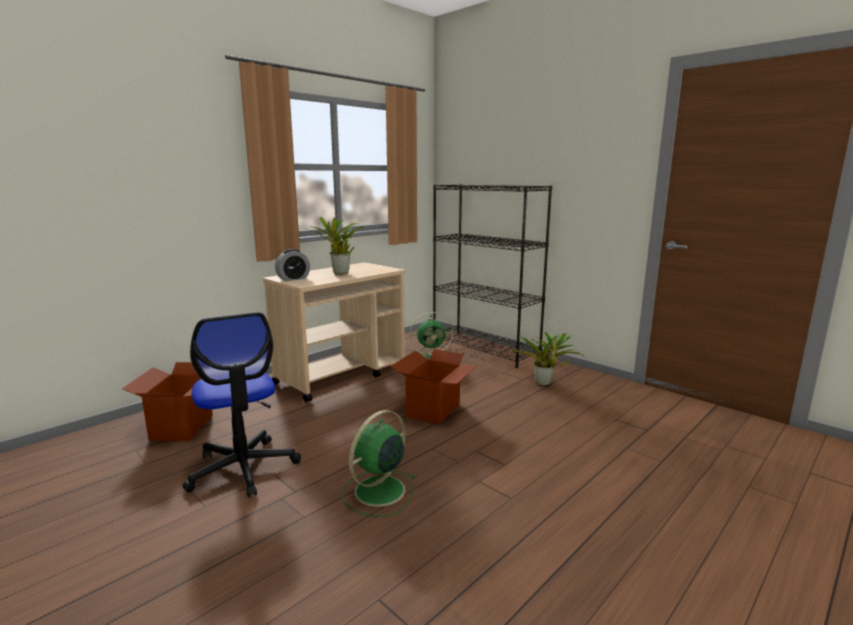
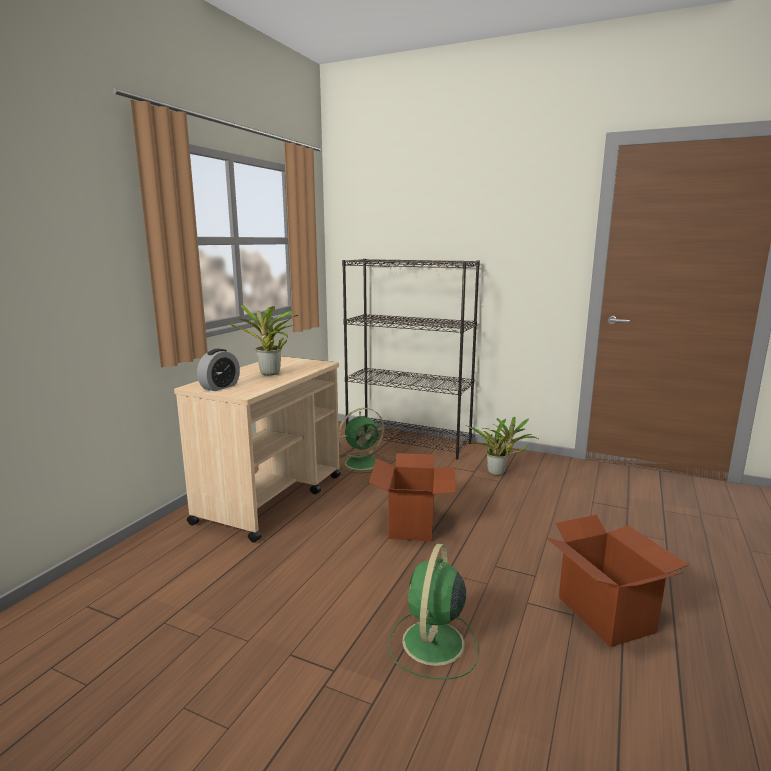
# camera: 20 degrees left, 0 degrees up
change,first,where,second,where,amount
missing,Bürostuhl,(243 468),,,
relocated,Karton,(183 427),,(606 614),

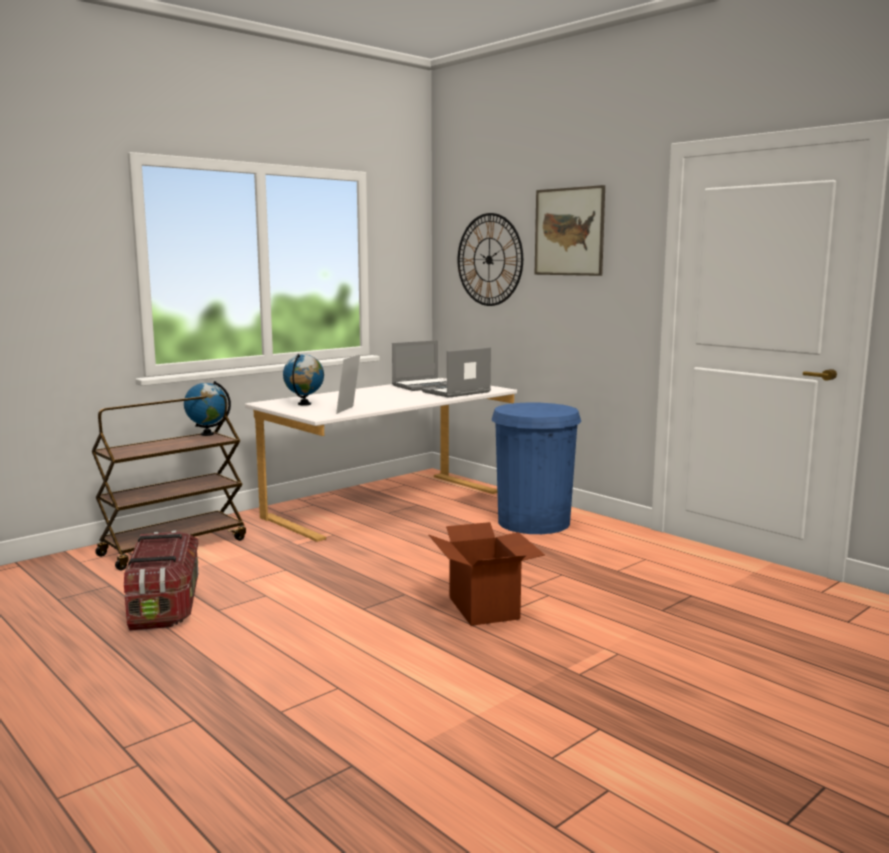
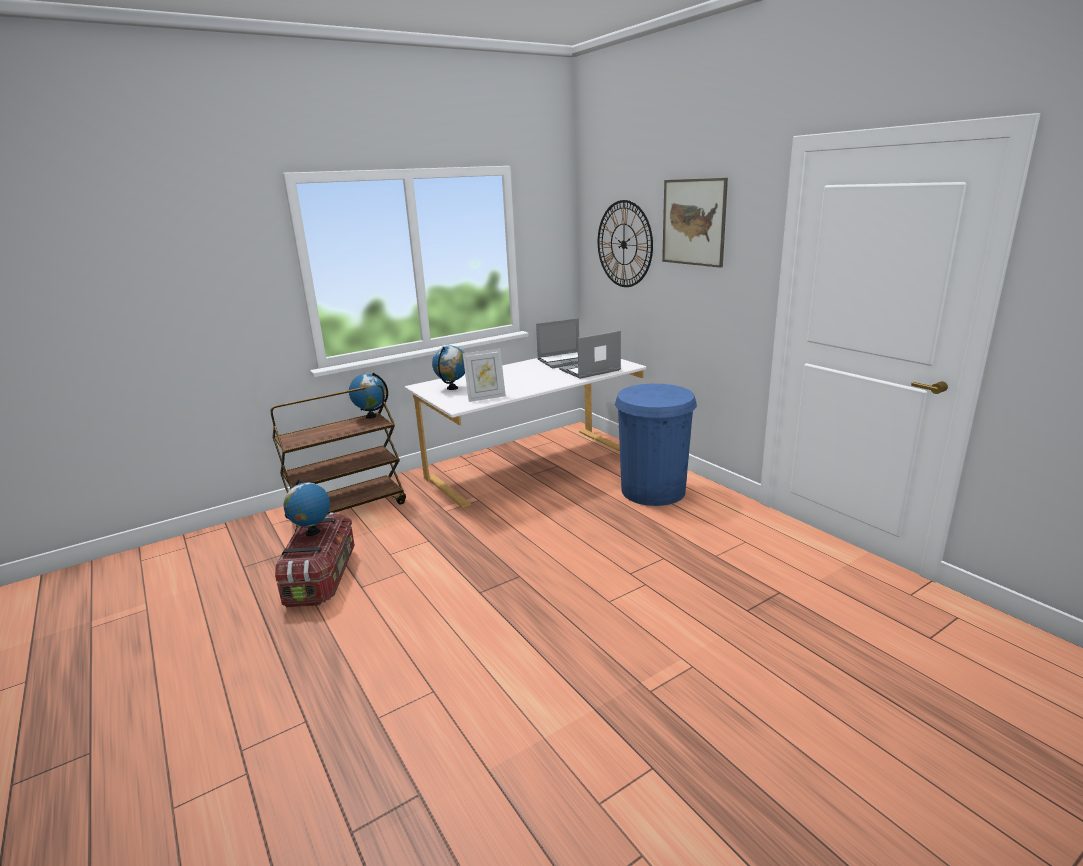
# camera: 10 degrees right, 10 degrees up
change,first,where,second,where,amount
missing,Karton,(484 608),,,
appeared,,,Globus,(312 532),
spun,Bilderrahmen,(349 410),,(486 397),135 degrees counterclockwise

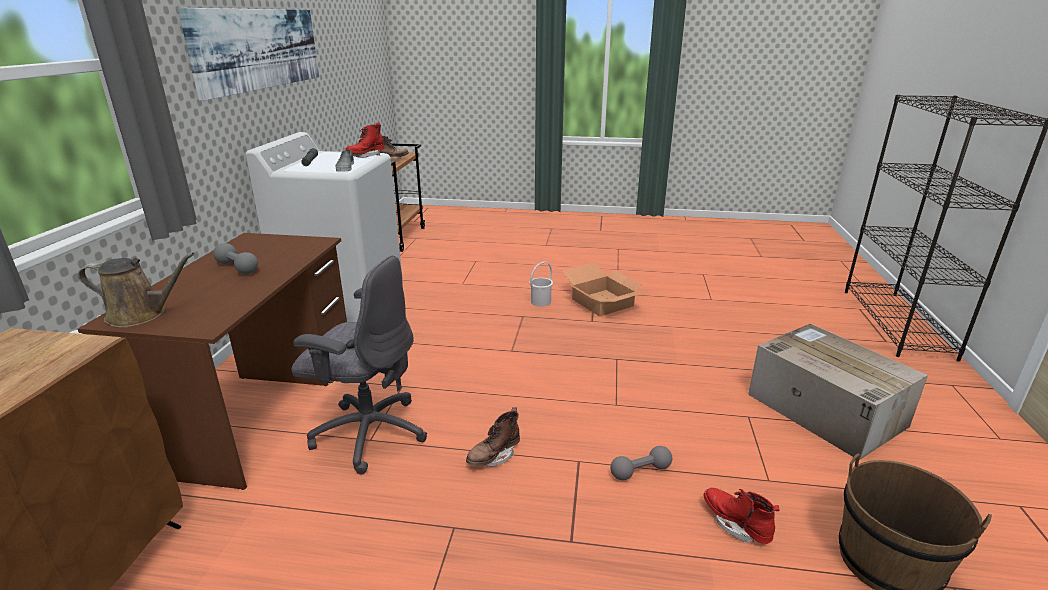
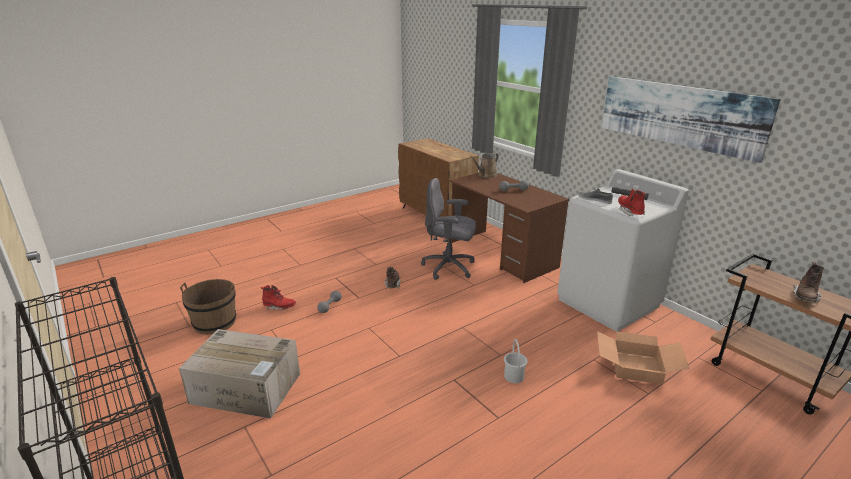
# camera: 135 degrees right, 0 degrees up
change,first,where,second,where,amount
relocated,Karton,(603 302),,(636 368),
spun,Bürostuhl/grau,(369 432),,(449 268),45 degrees clockwise

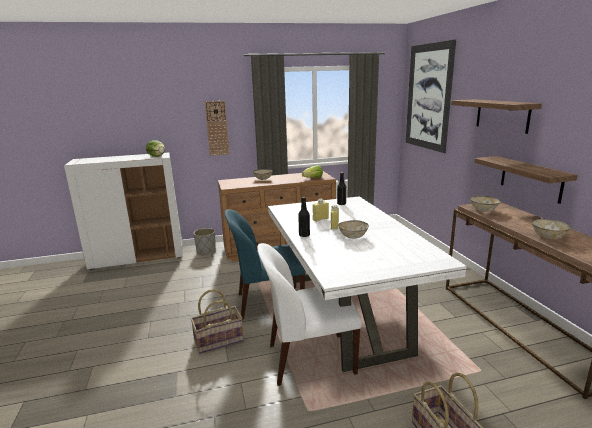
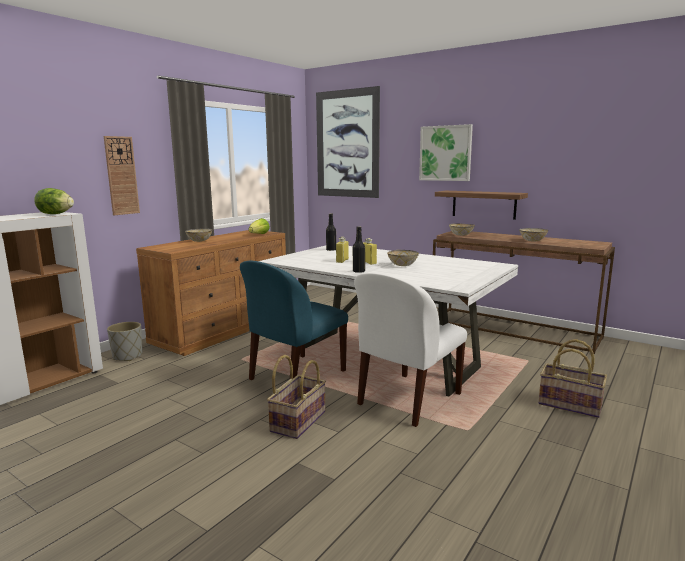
# camera: 40 degrees left, 5 degrees down
change,first,where,second,where,amount
exchanged,Wandregal,(502 115),Bild,(445 153),

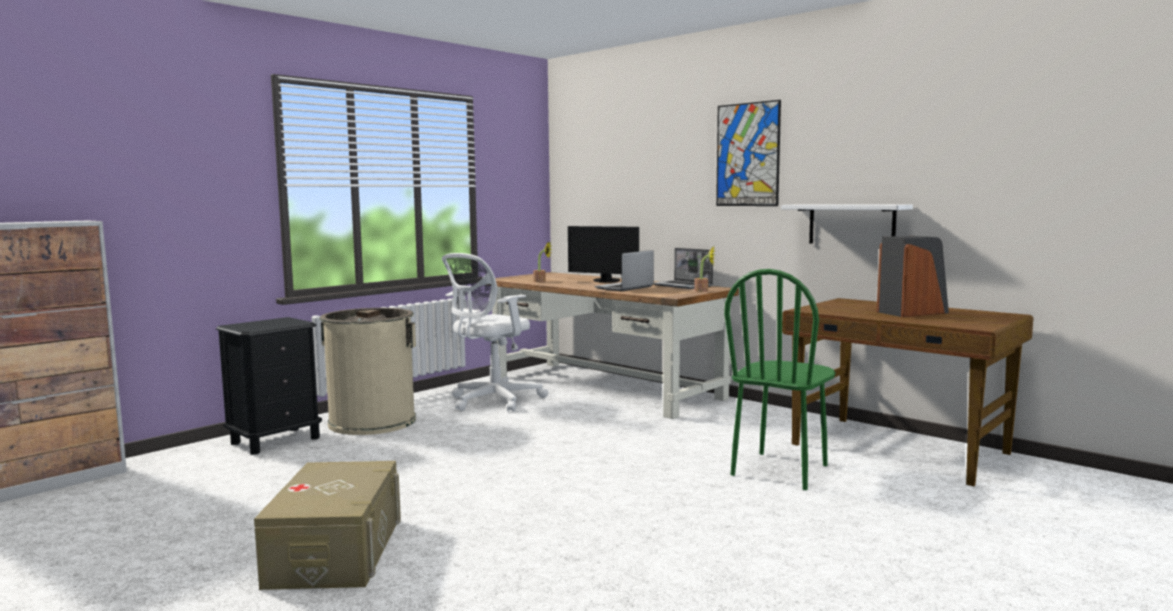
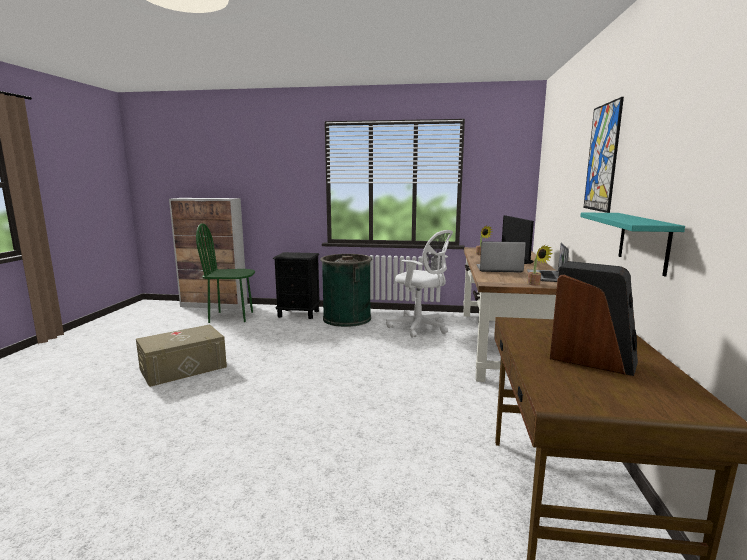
# camera: 55 degrees right, 5 degrees up
change,first,where,second,where,amount
relocated,Stuhl/grün,(780 470),,(231 317),
colour,Mülleimer/beige,(372 422),Mülleimer/grün,(347 318),
colour,Wandregal/weiß,(851 224),Wandregal/türkis,(643 242),
spun,Bürostuhl/weiß,(492 401),,(420 327),150 degrees counterclockwise

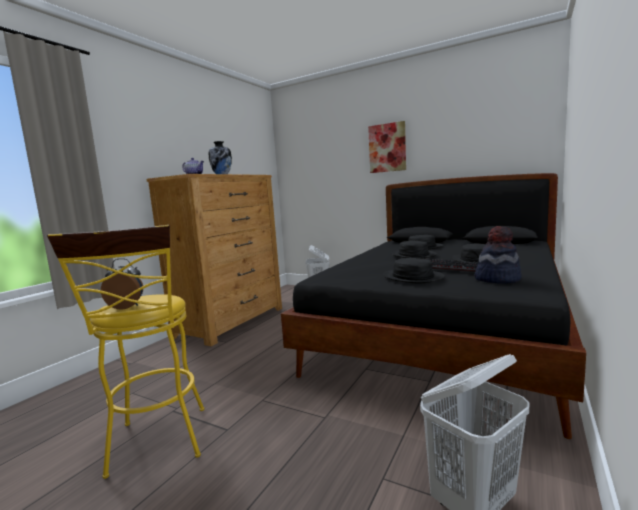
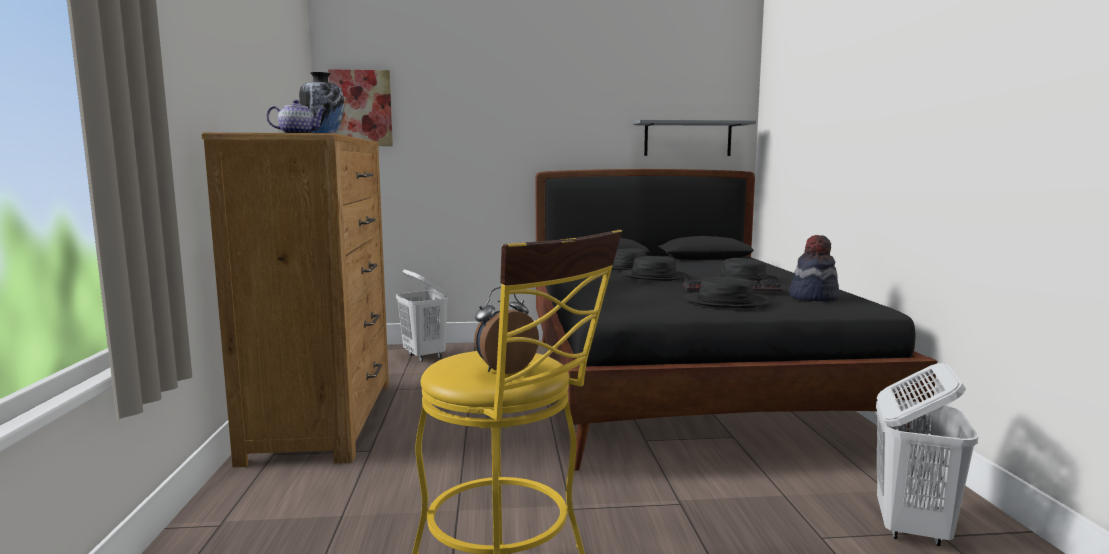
# camera: 35 degrees left, 0 degrees up
change,first,where,second,where,amount
appeared,,,Wandregal/grau,(687 139),
relocated,Bild,(387 148),,(361 108),

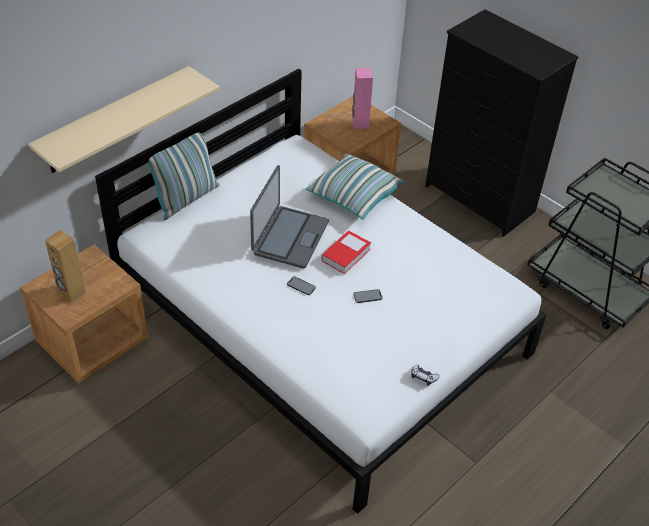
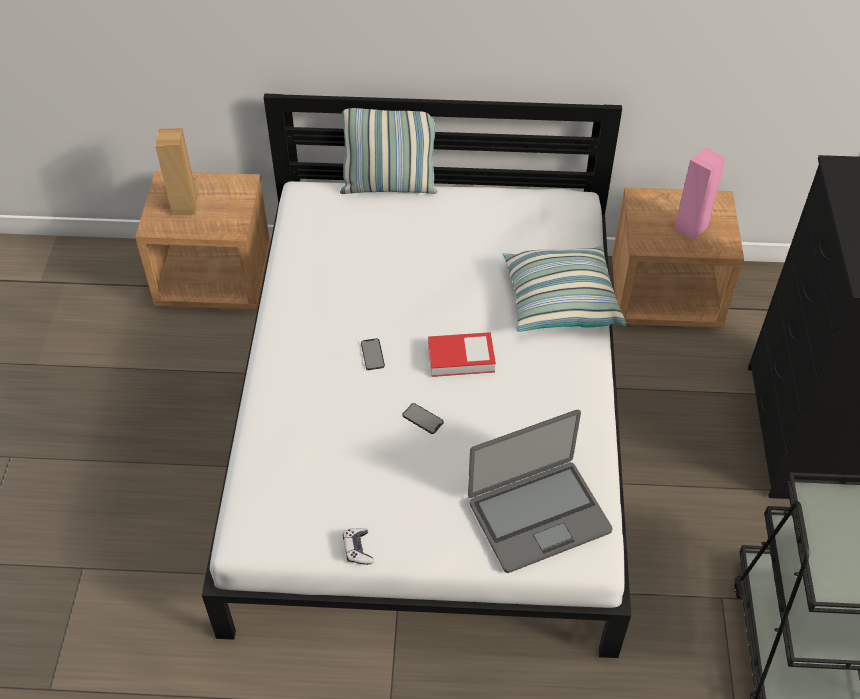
# camera: 50 degrees right, 5 degrees up
change,first,where,second,where,amount
missing,Wandregal/beige,(115 120),,,
relocated,Laptop,(289 237),,(538 515),

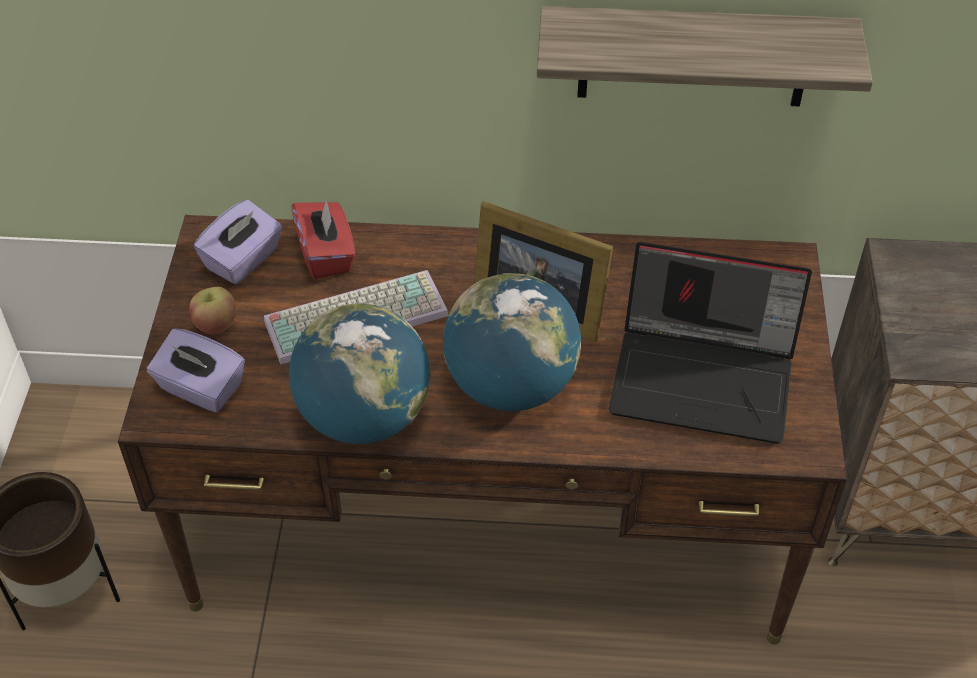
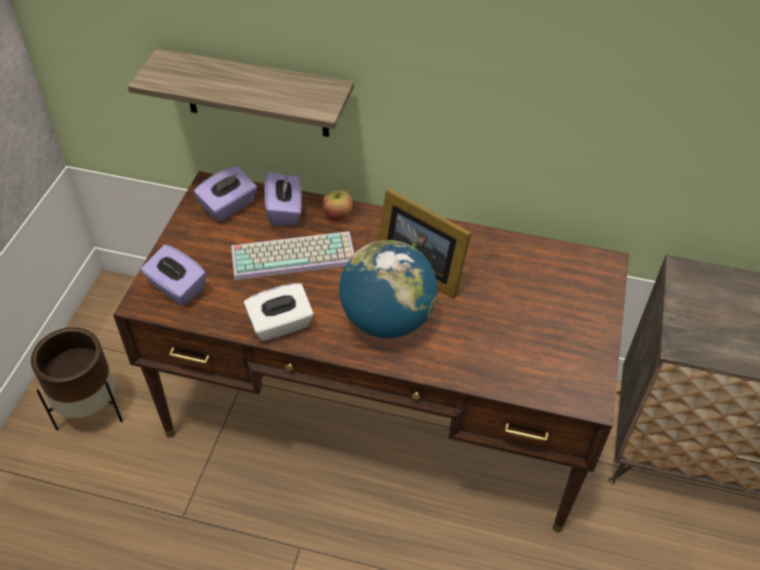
# camera: 10 degrees right, 0 degrees up
change,first,where,second,where,amount
missing,Laptop,(705 377),,,
relocated,Apfel,(216 324),,(337 215),
relocated,Wandregal,(694 56),,(256 94),
exchanged,Globus,(364 417),Taschentuchbox/weiß,(280 325),
colour,Taschentuchbox/rot,(326 255),Taschentuchbox/lila,(284 211),

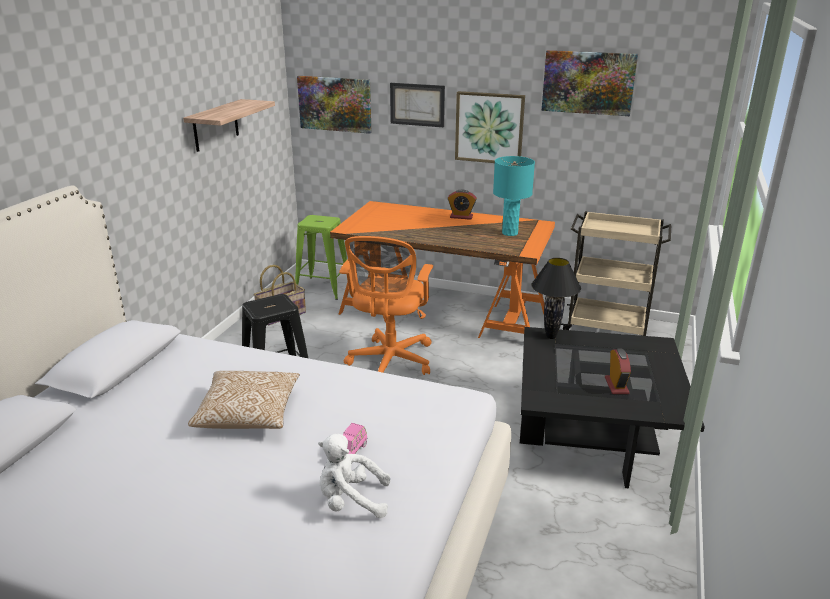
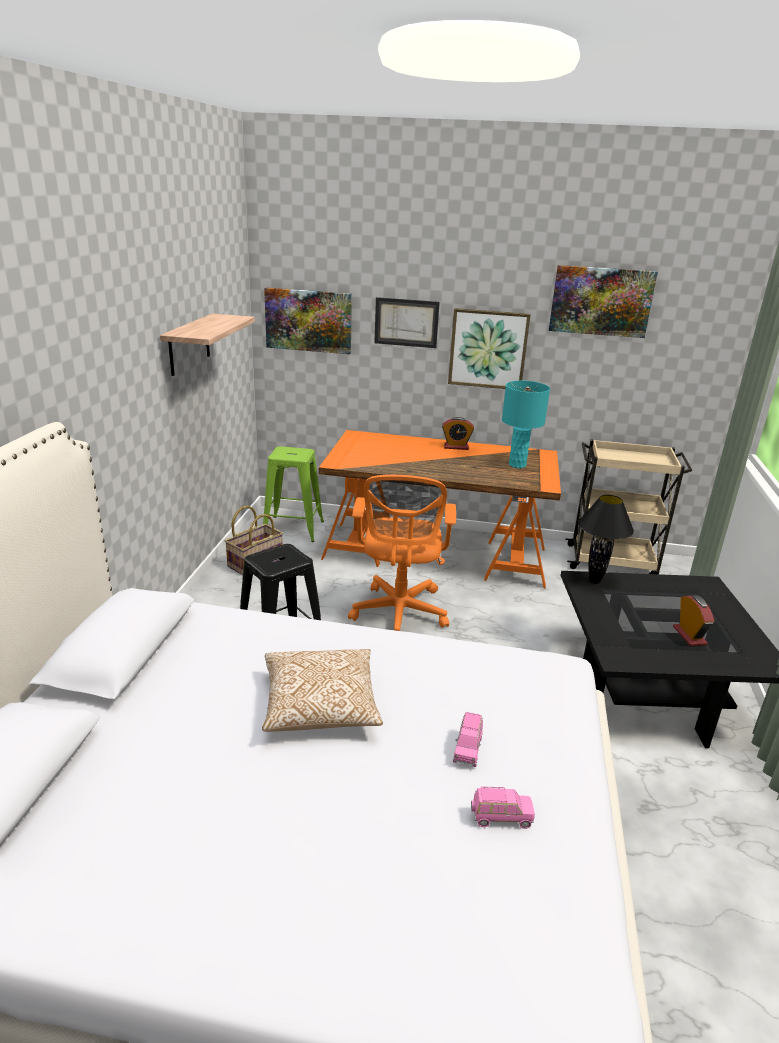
# camera: 10 degrees left, 0 degrees up
change,first,where,second,where,amount
exchanged,Plüschtier/weiß,(351 501),Spielzeugauto/rosa,(500 817),

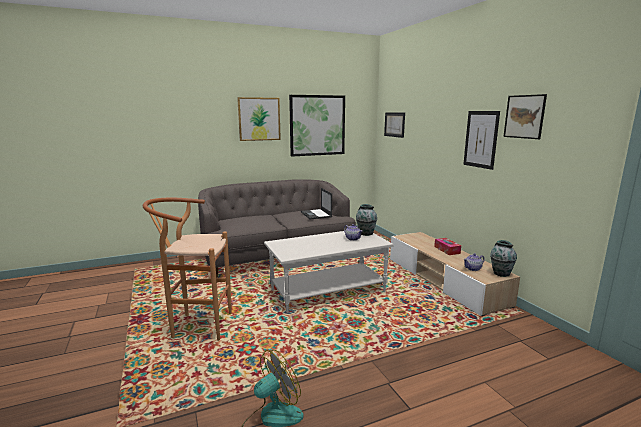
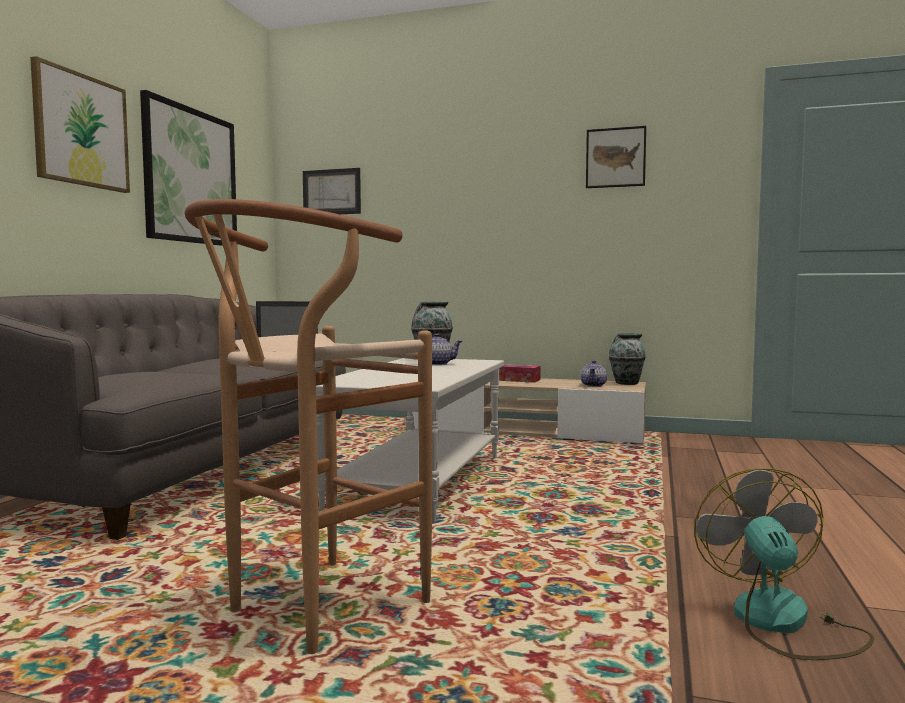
# camera: 50 degrees left, 10 degrees down
change,first,where,second,where,amount
missing,Bild,(481 139),,,

